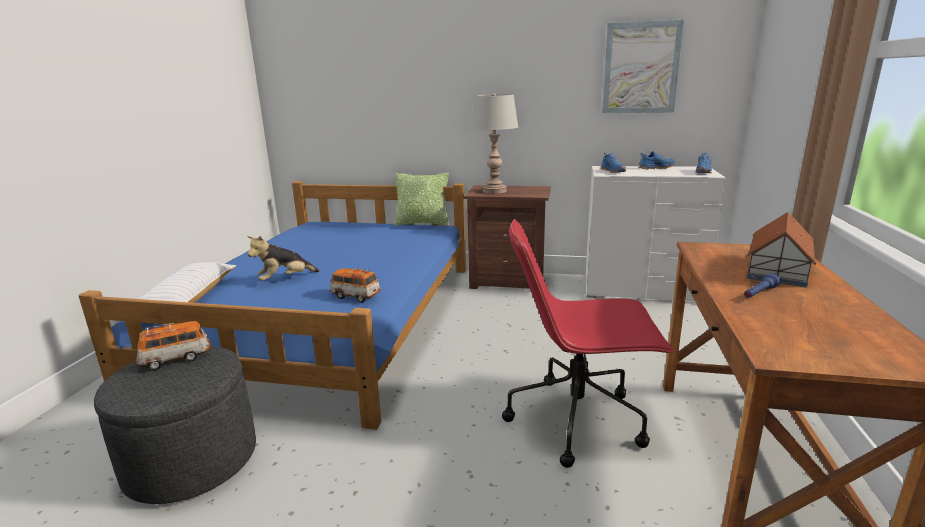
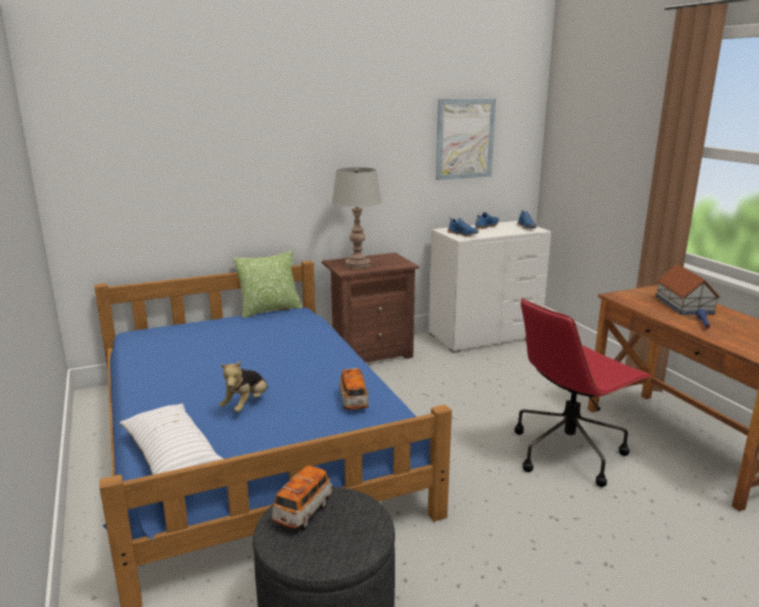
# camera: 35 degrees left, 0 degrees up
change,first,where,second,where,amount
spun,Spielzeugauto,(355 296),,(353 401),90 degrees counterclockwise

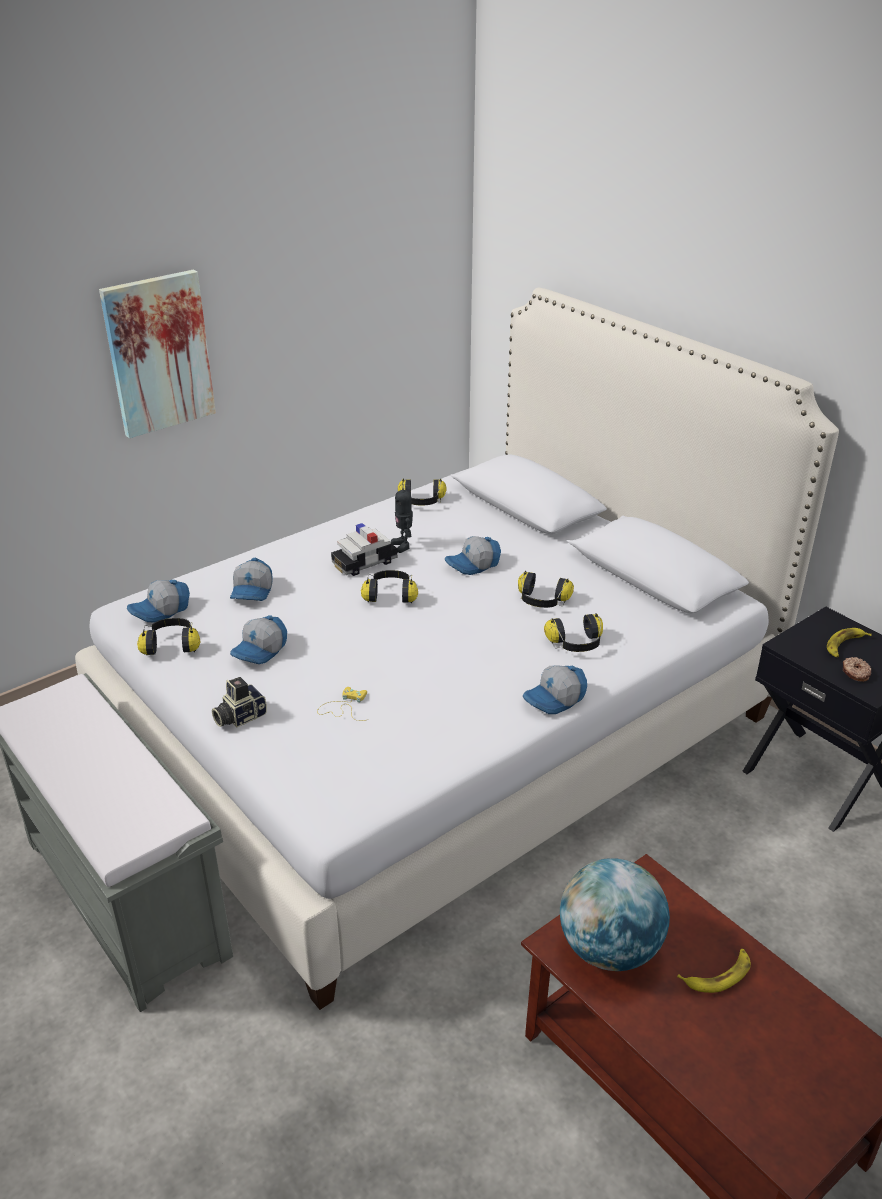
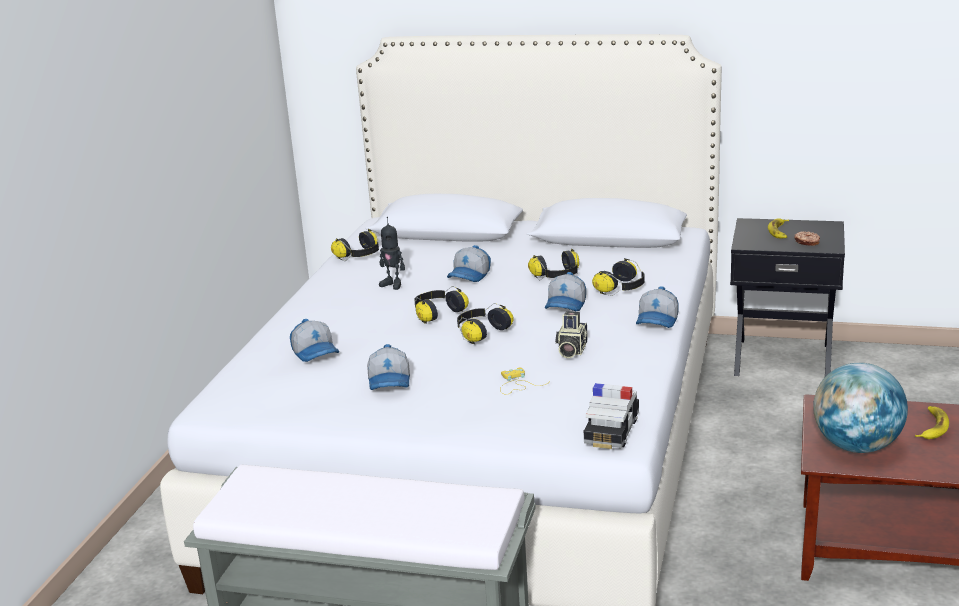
# camera: 35 degrees left, 10 degrees down
change,first,where,second,where,amount
missing,Bild,(158 353),,,
relocated,Kappe,(161 610),,(566 304),
relocated,Kopfhörer,(172 645),,(481 333),
relocated,Kamera,(239 716),,(570 350),
relocated,Spielzeugauto,(364 563),,(611 431),

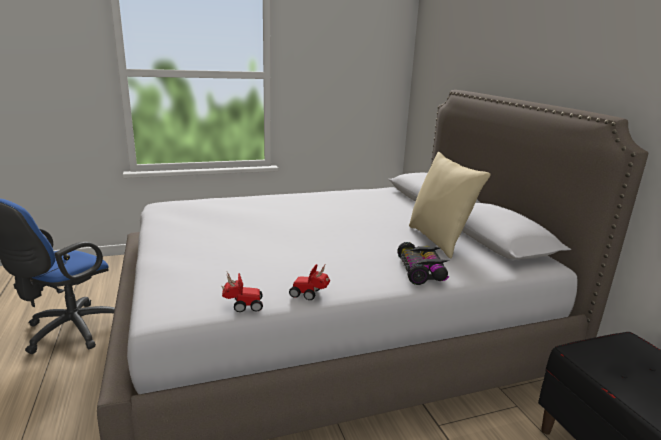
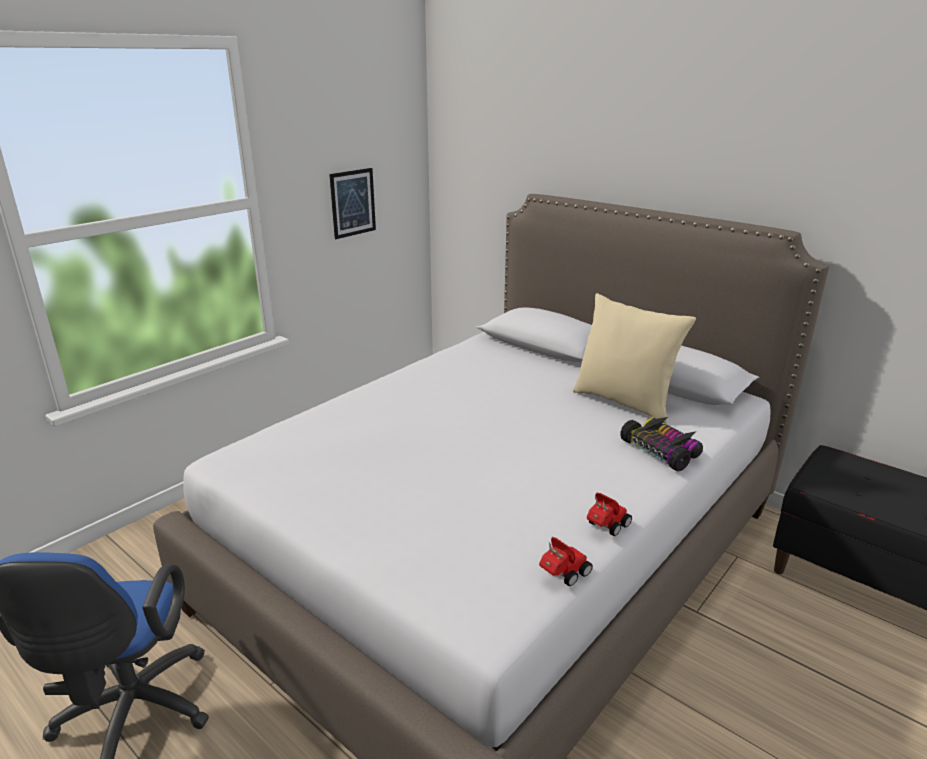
# camera: 30 degrees left, 5 degrees up
change,first,where,second,where,amount
appeared,,,Bild,(353 203),
spun,Spielzeugauto,(310 294),,(605 527),150 degrees clockwise

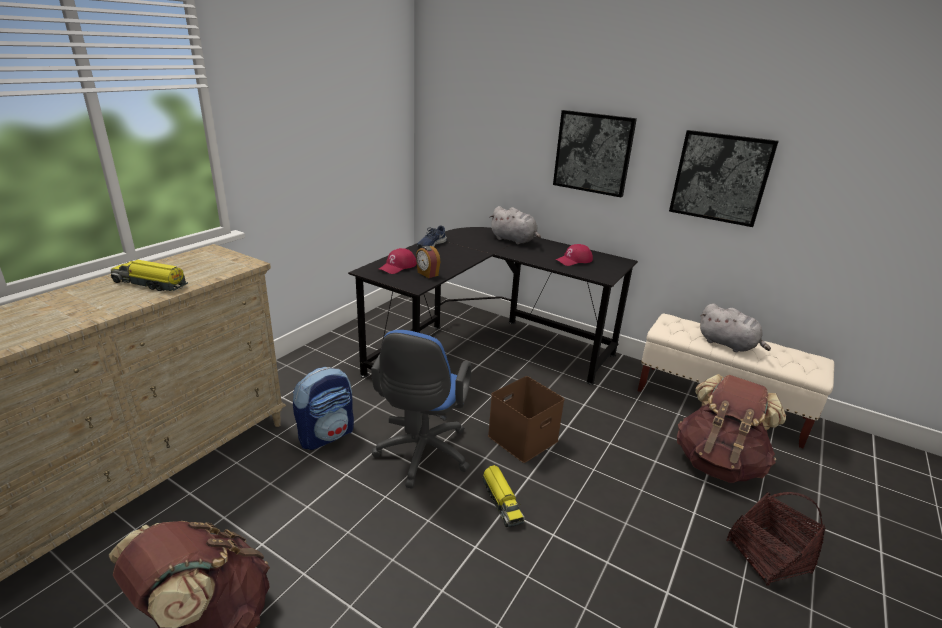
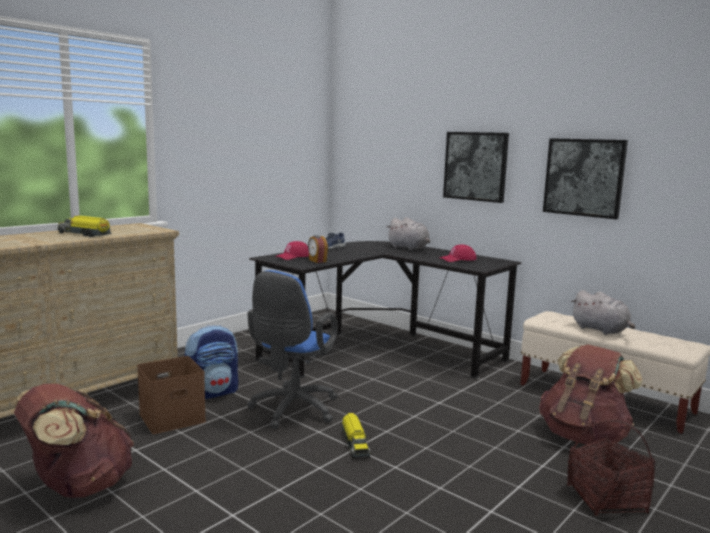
# camera: 10 degrees right, 15 degrees down
change,first,where,second,where,amount
relocated,Aufbewahrungsbox/braun,(522 437),,(173 417),

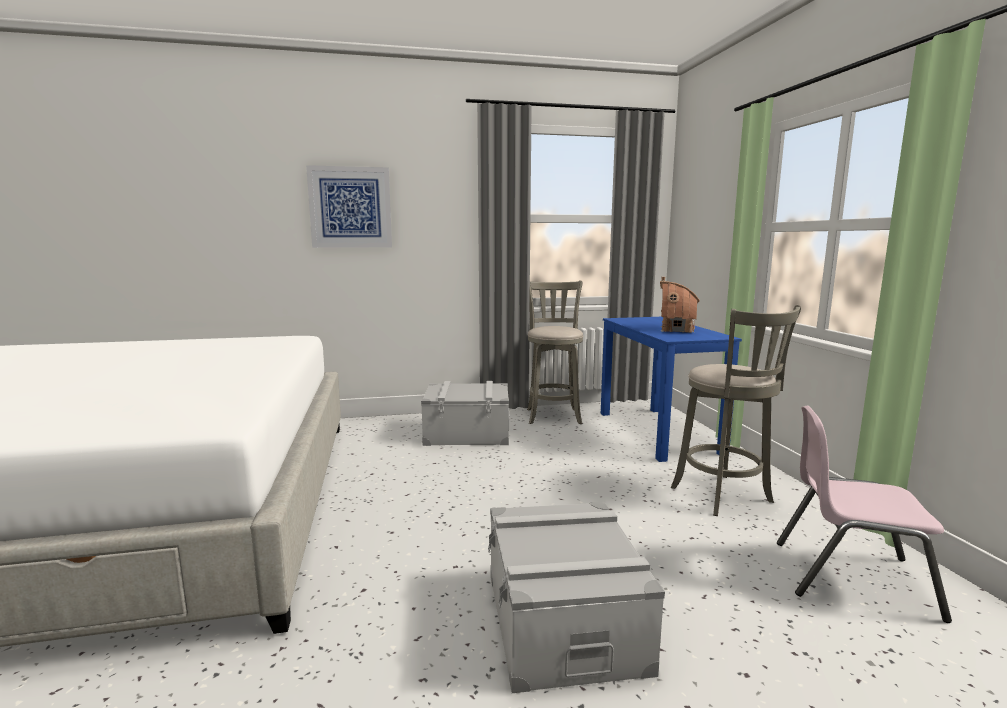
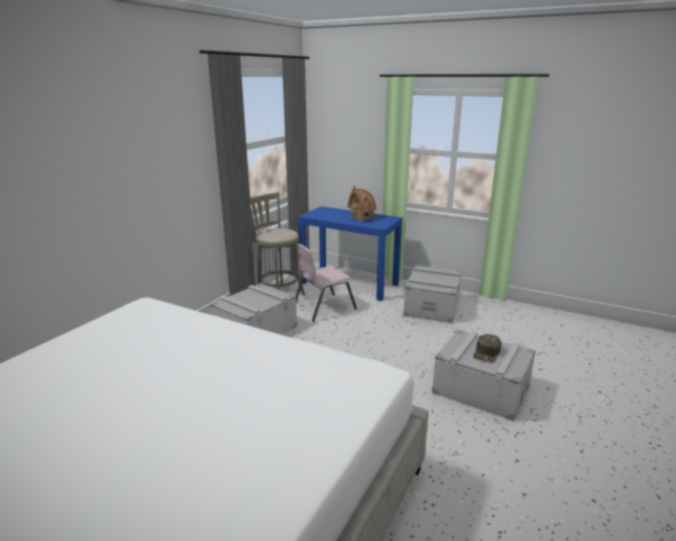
# camera: 50 degrees left, 10 degrees up
change,first,where,second,where,amount
missing,Bild,(350 207),,,
appeared,,,Kappe/grün,(487 353),
relocated,Stuhl/rosa,(851 577),,(323 307),
exchanged,Hocker/grau,(724 497),Aufbewahrungsbox/grau,(432 306),

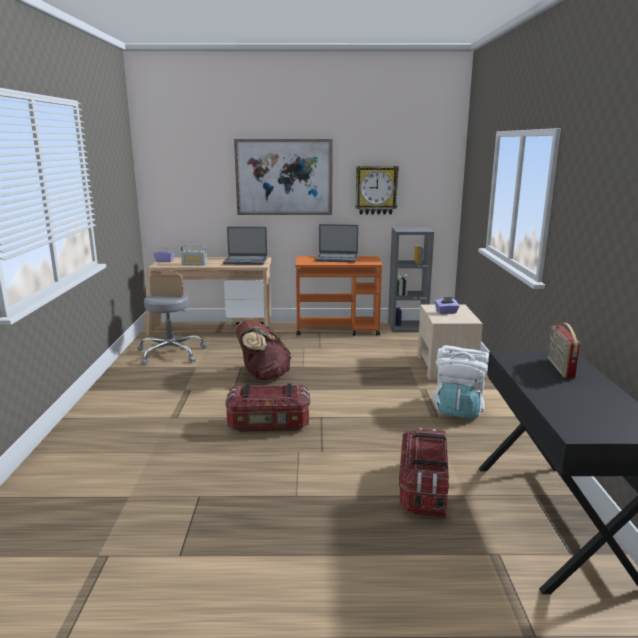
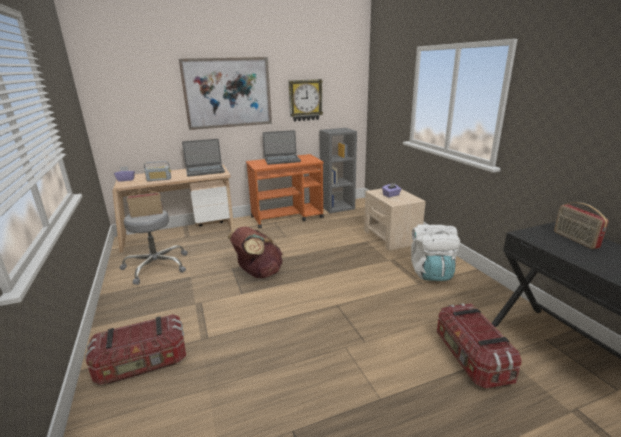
# camera: 20 degrees left, 5 degrees up
change,first,where,second,where,amount
relocated,Aufbewahrungsbox,(269 425),,(143 364),

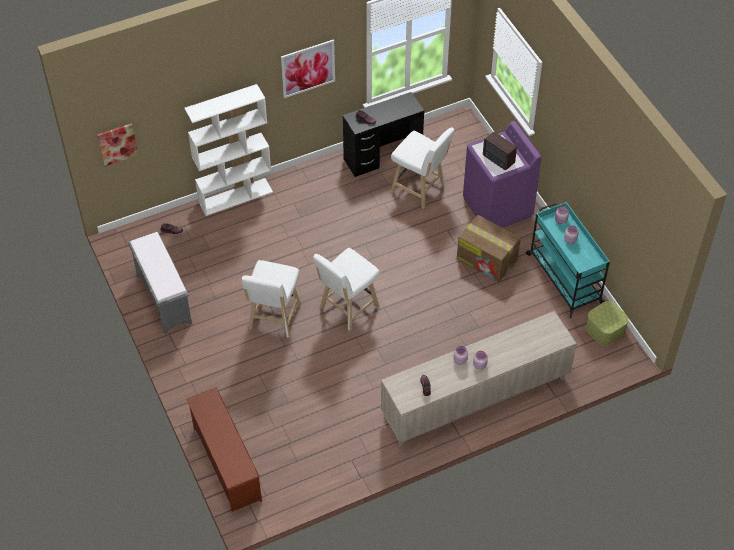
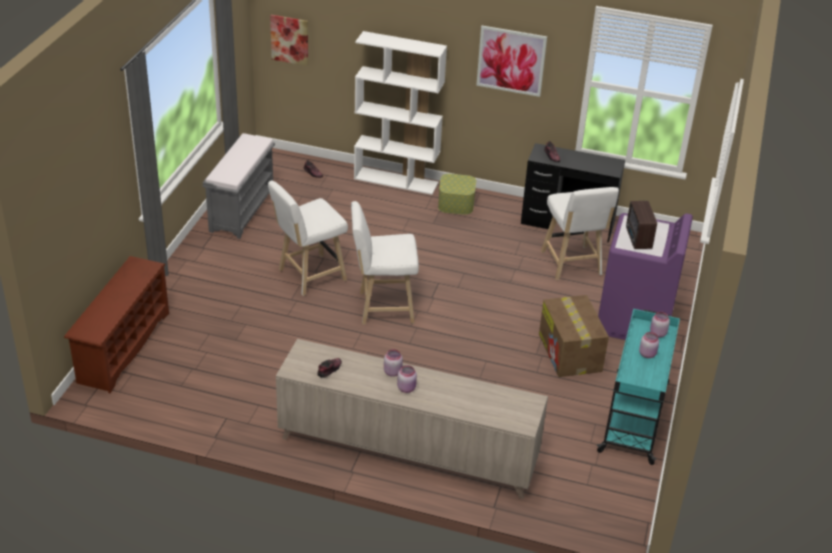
# camera: 40 degrees right, 15 degrees down
change,first,where,second,where,amount
relocated,Aufbewahrungsbox,(605 329),,(456 203),

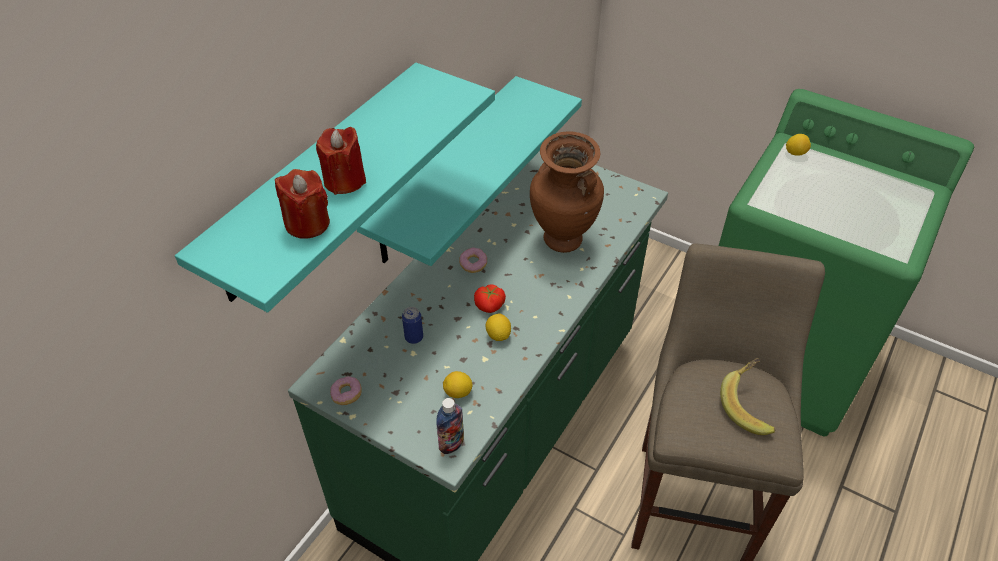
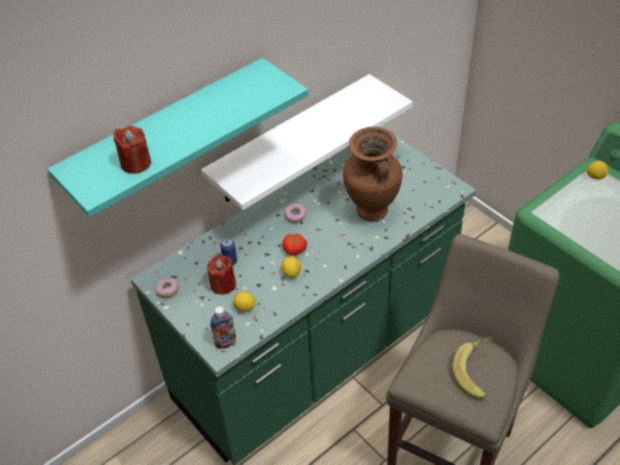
# camera: 20 degrees right, 0 degrees up
change,first,where,second,where,amount
relocated,Kerze/rot,(344 181),,(223 285),
colour,Wandregal/türkis,(445 171),Wandregal/weiß,(291 140),

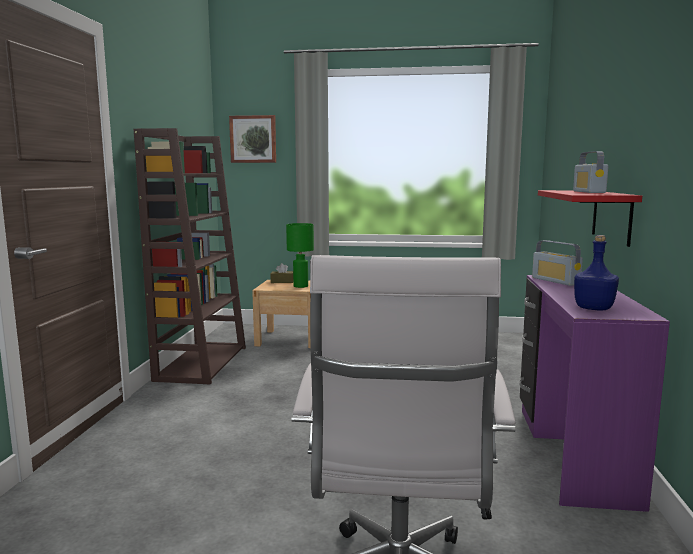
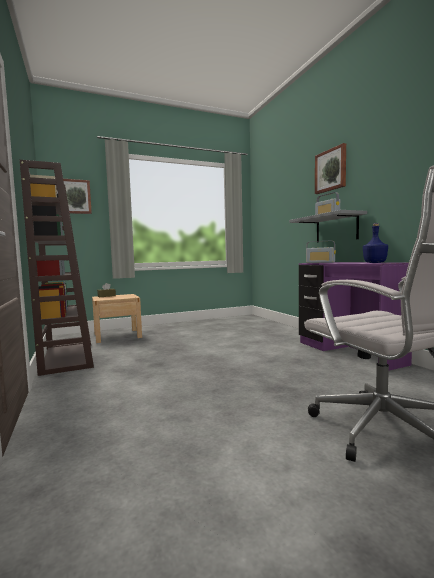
# camera: 30 degrees left, 5 degrees down
change,first,where,second,where,amount
missing,Tischlampe/grün,(301 286),,,
appeared,,,Bild,(331 170),
colour,Wandregal/rot,(612 216),Wandregal/grau,(336 228),

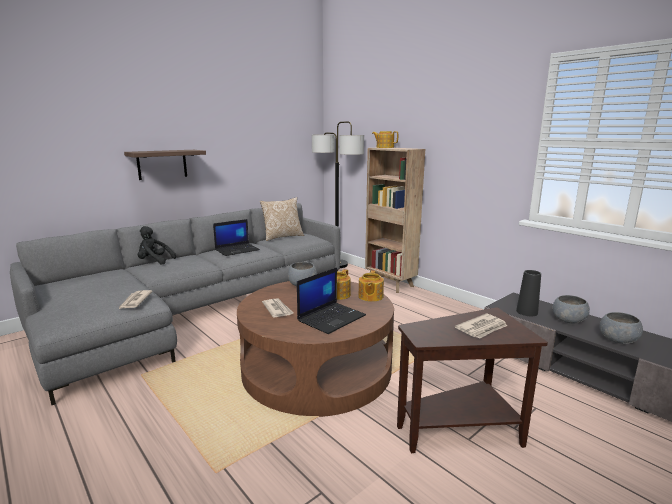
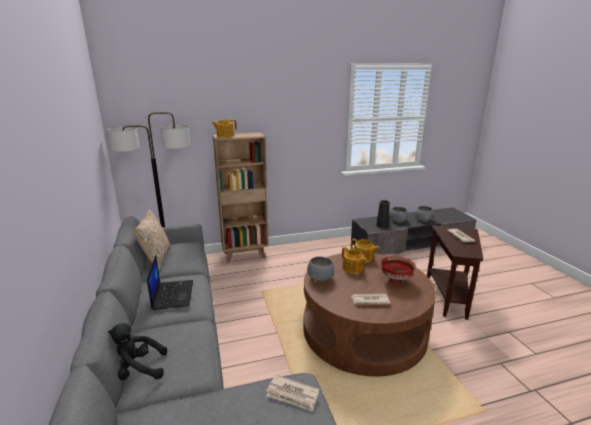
# camera: 65 degrees left, 5 degrees up
change,first,where,second,where,amount
missing,Wandregal,(162 164),,,
exchanged,Laptop,(331 318),Schüssel/rot,(395 280),
spun,Plüschtier/schwarz,(154 261),,(138 370),45 degrees clockwise

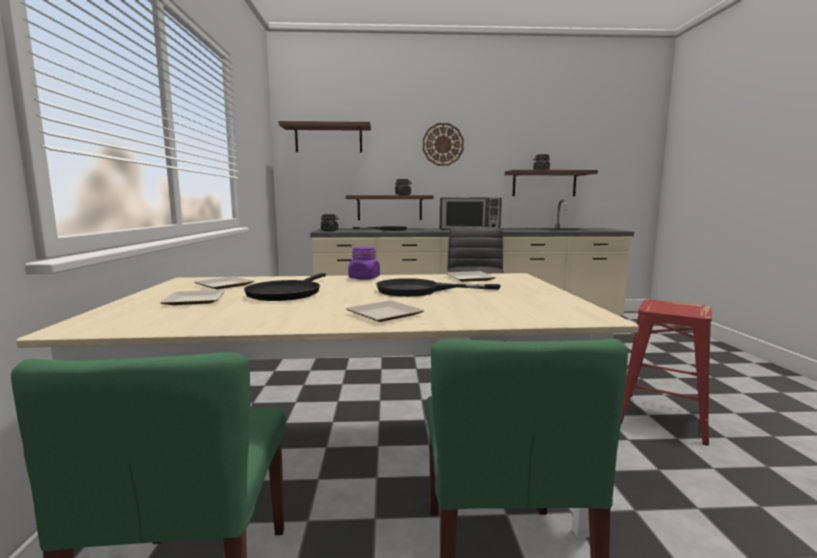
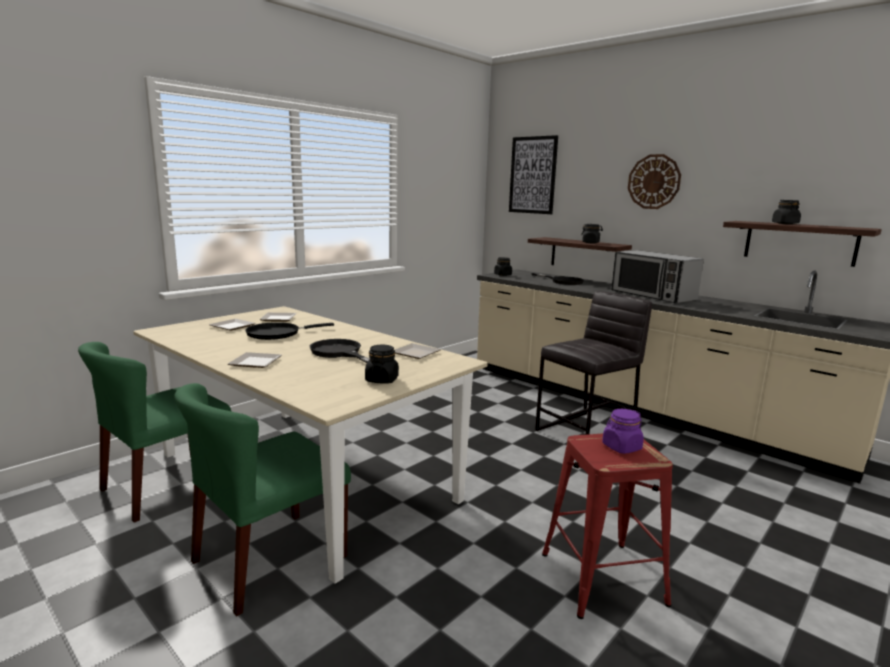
# camera: 45 degrees right, 5 degrees up
change,first,where,second,where,amount
appeared,,,Vorratsglas/schwarz,(382 380),
relocated,Vorratsglas/lila,(364 278),,(621 447),
exchanged,Wandregal,(328 139),Bild,(533 175),

